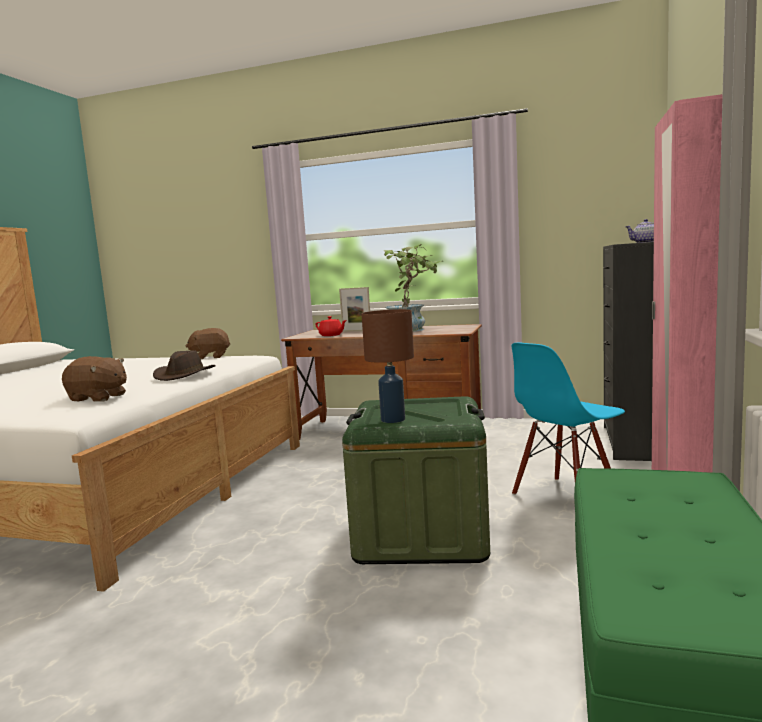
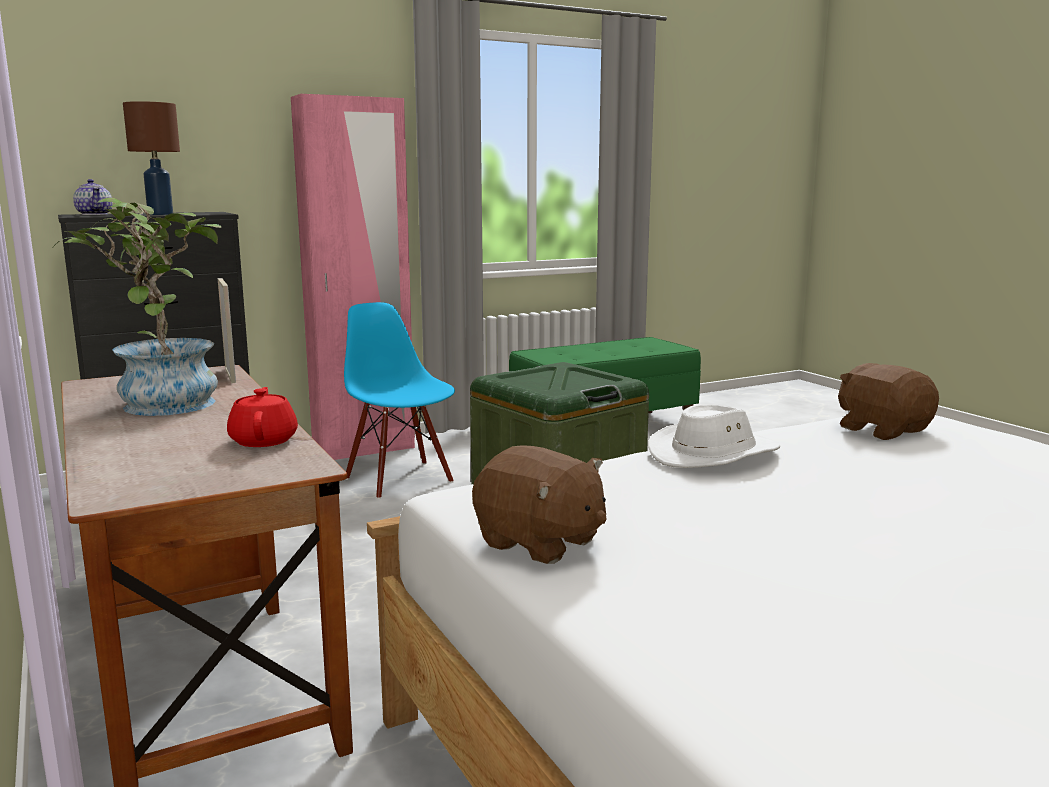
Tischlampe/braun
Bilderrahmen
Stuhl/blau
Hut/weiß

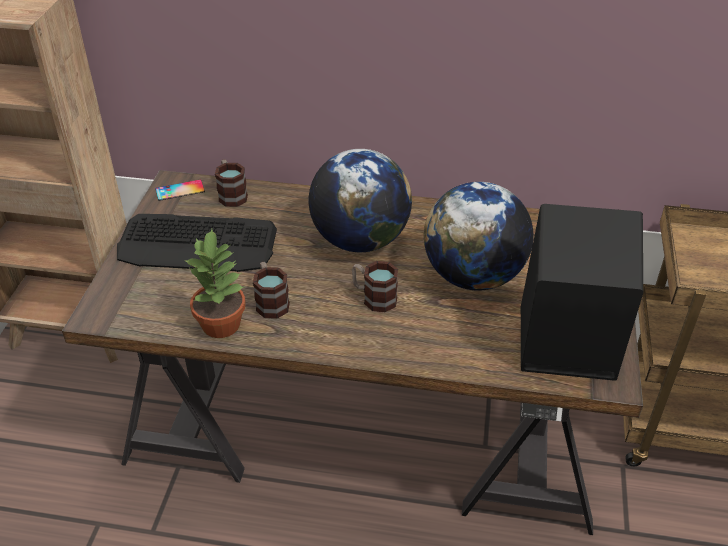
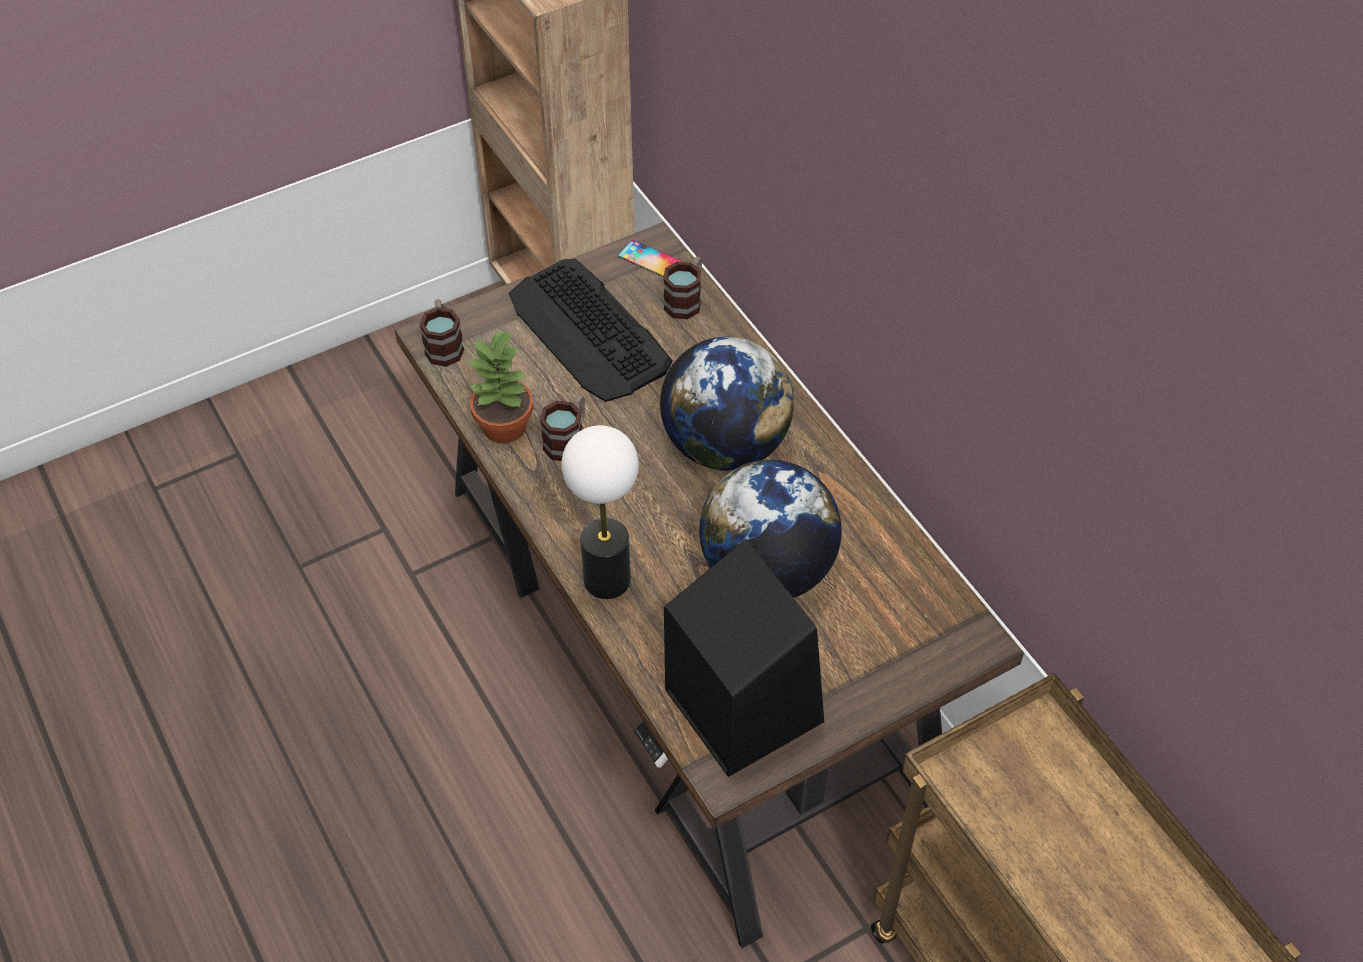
Henkelbecher (1st from left)
Tischlampe

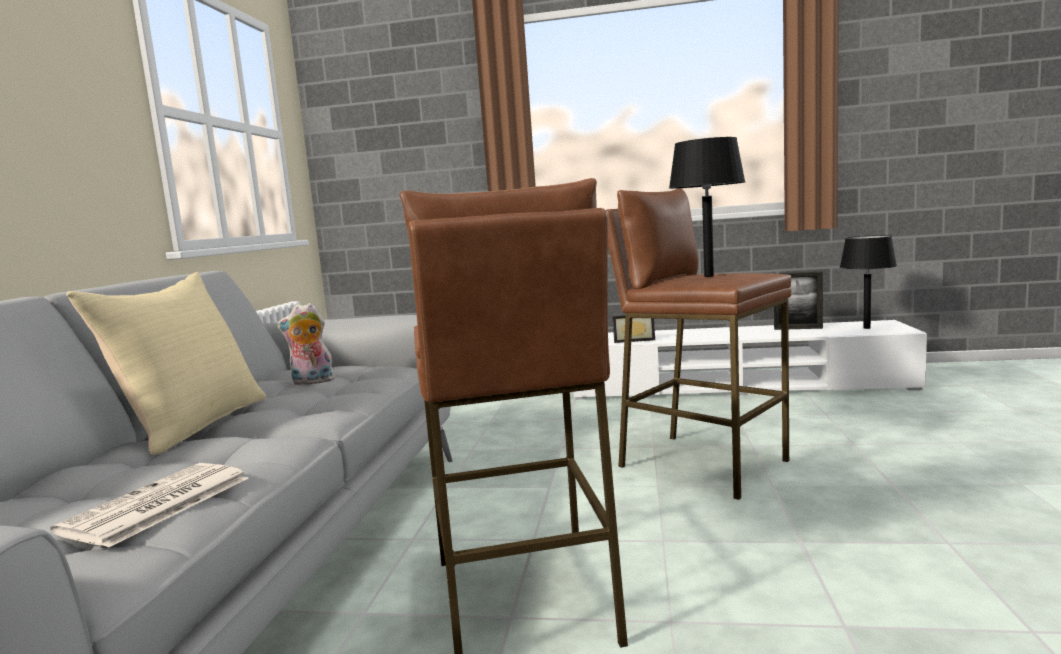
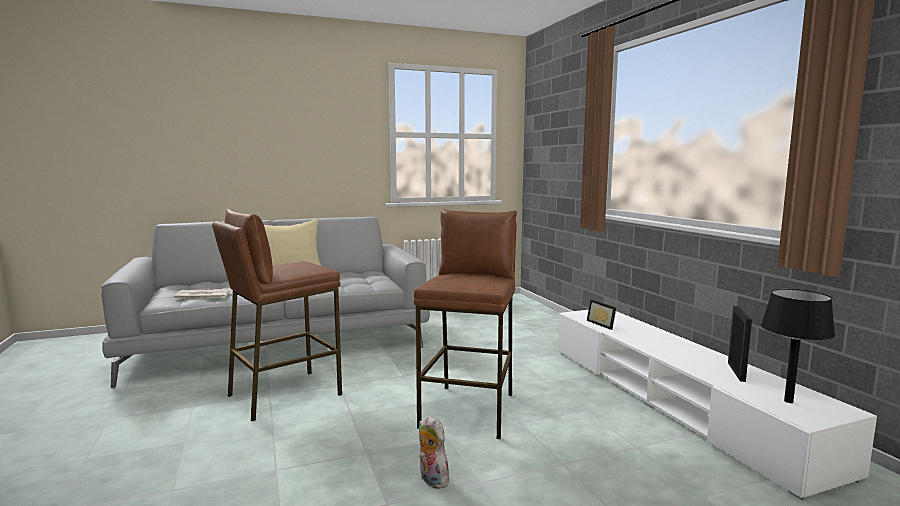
Plüschtier
Bilderrahmen (2nd from left)
Tischlampe/schwarz (1st from left in the first image)

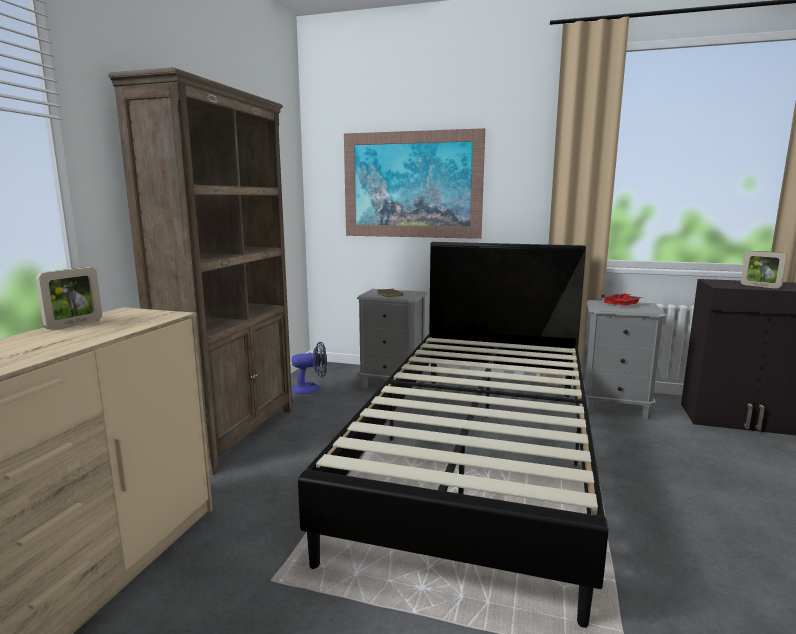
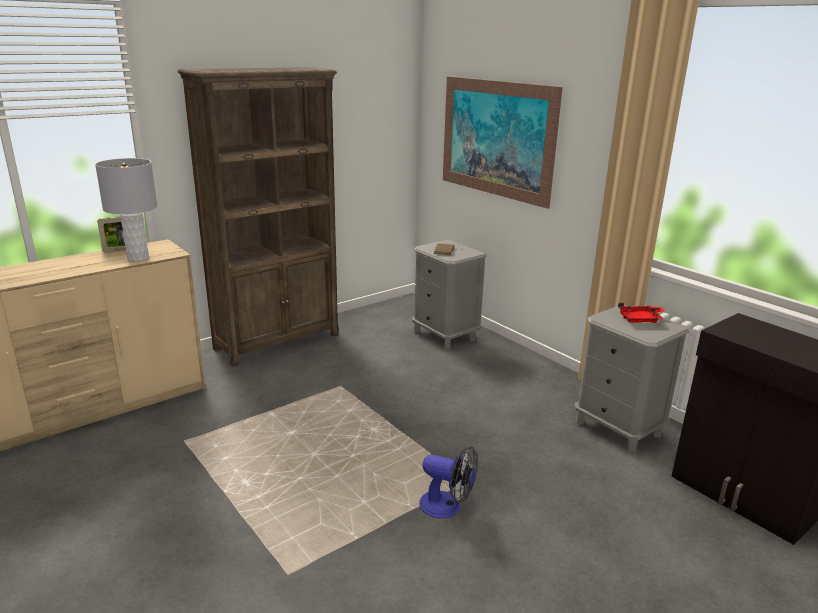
Tischlampe/grau
Ventilator
Bett/schwarz
Bilderrahmen (2nd from left in the first image)

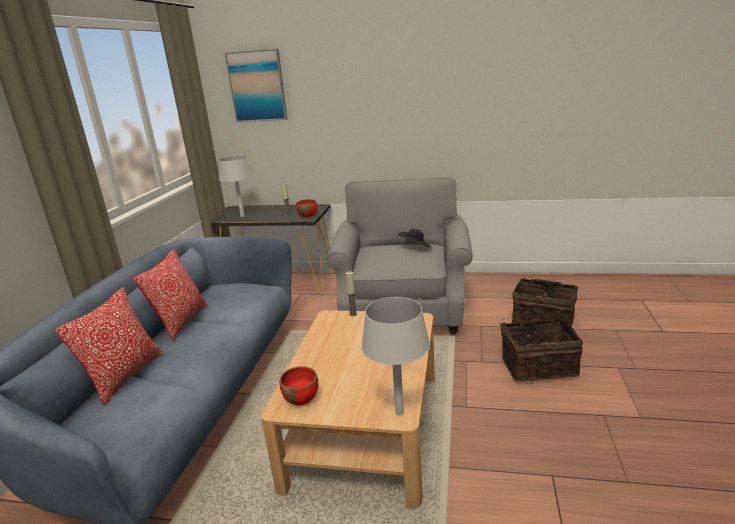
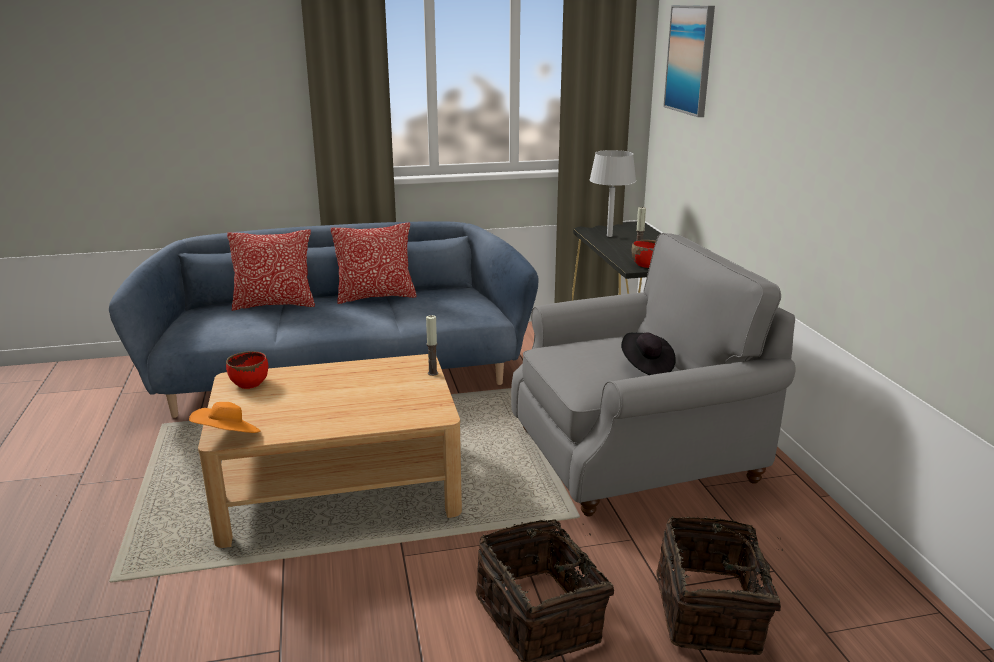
Hut/orange

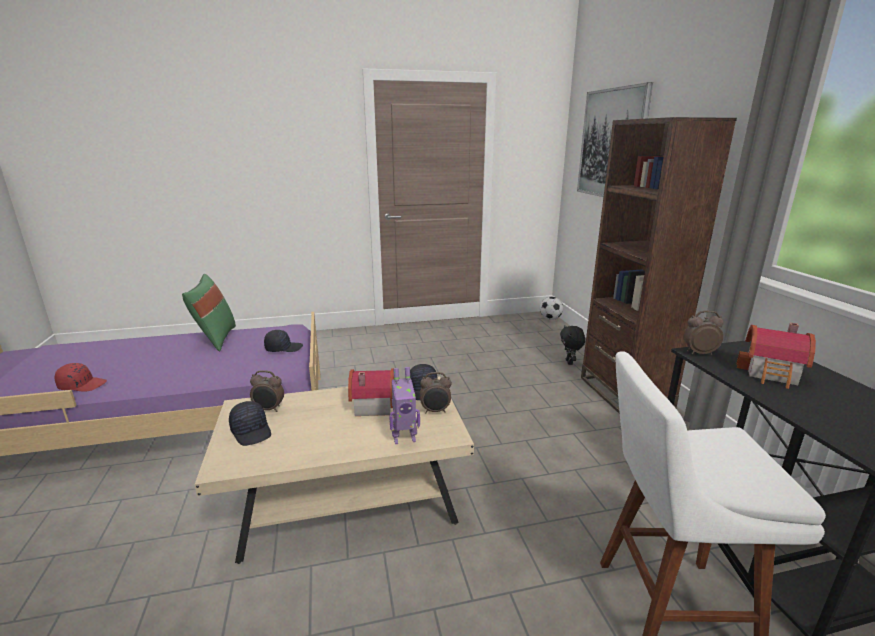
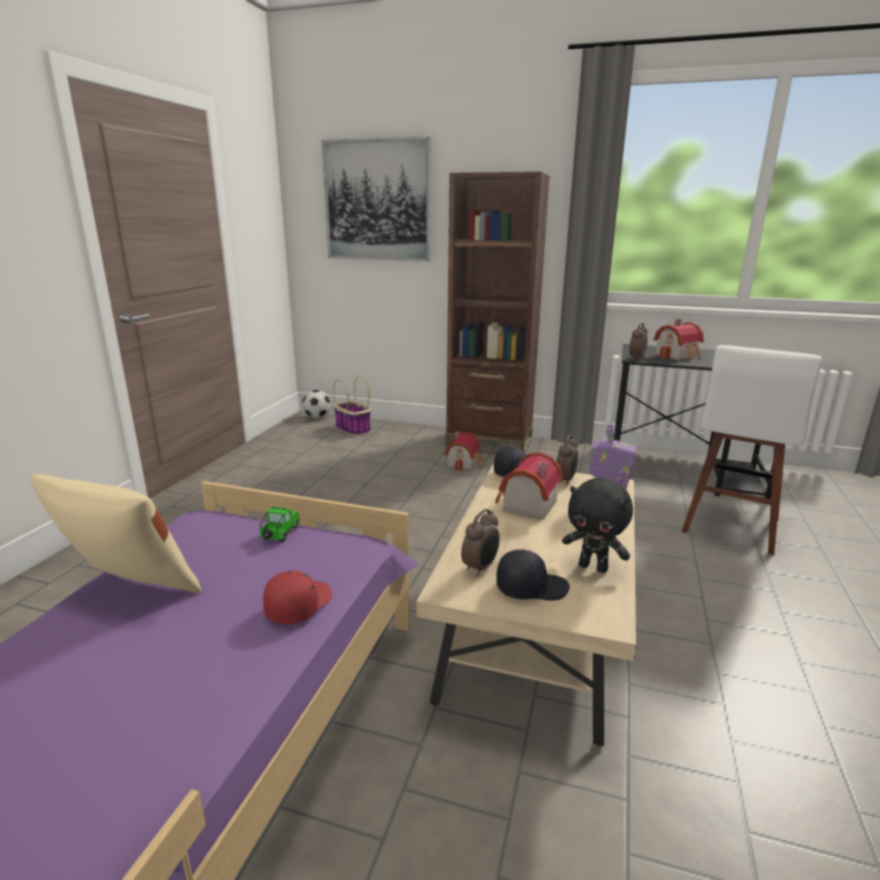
Kissen/beige
Spielzeugauto
Kappe/rot
Korb
Spielzeughaus (1st from left)
Plüschtier/schwarz

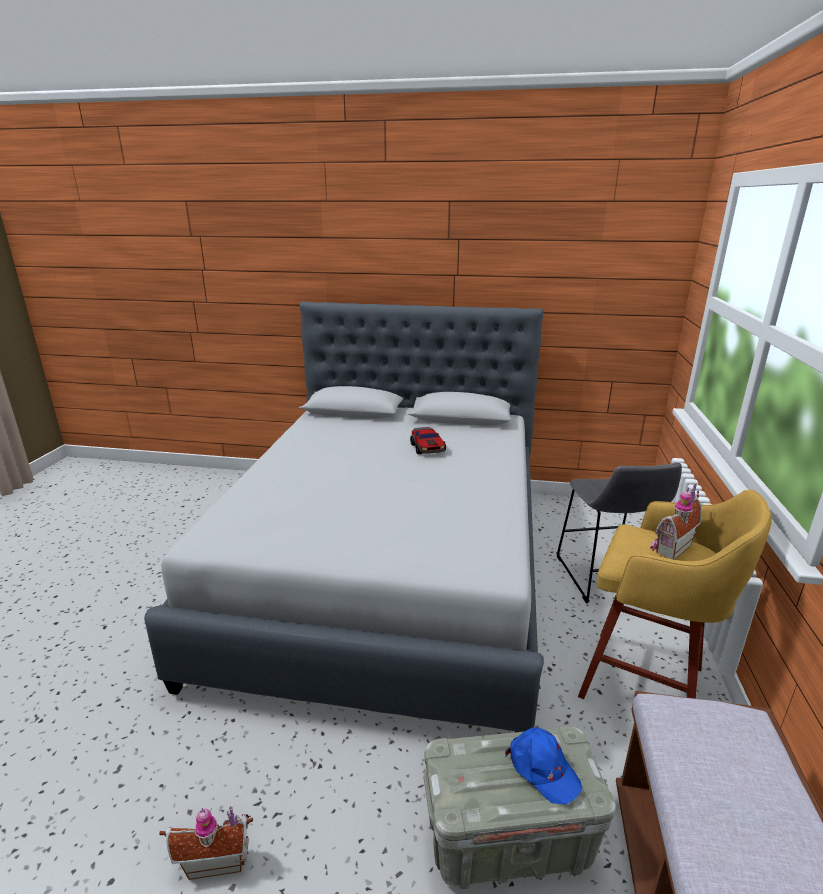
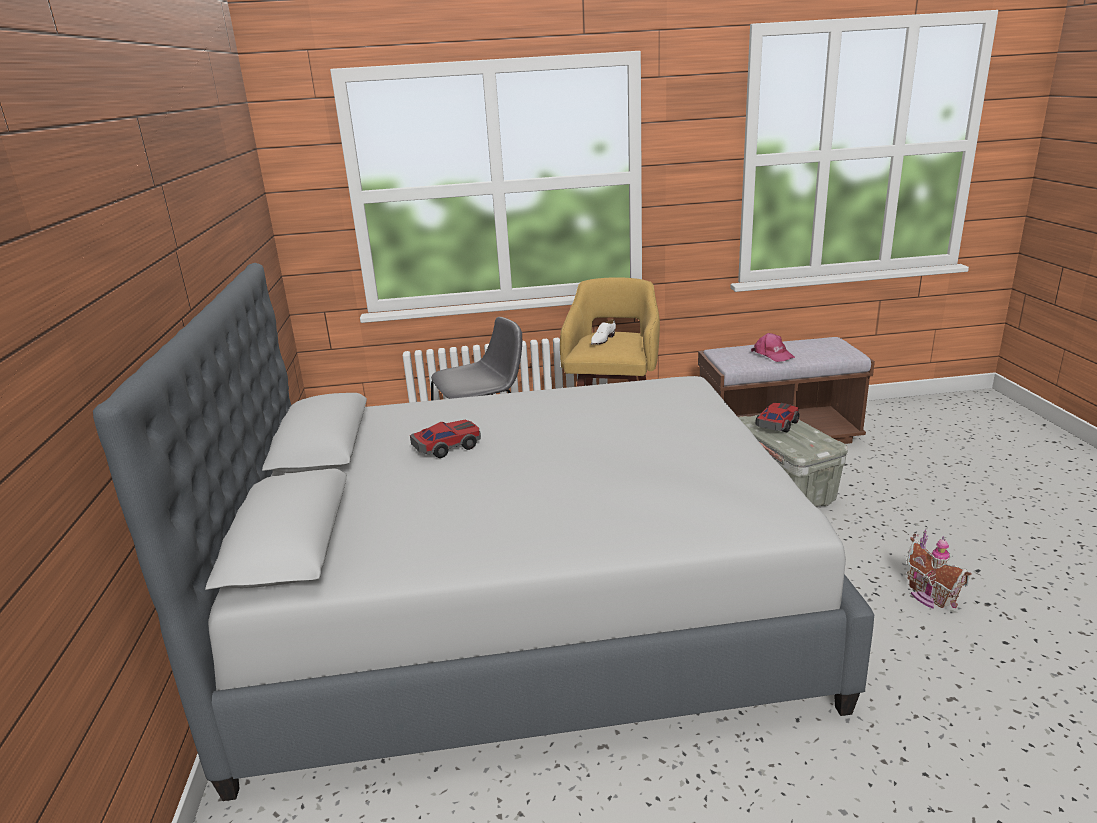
Schuh/weiß
Kappe/rosa
Spielzeugauto (2nd from left)

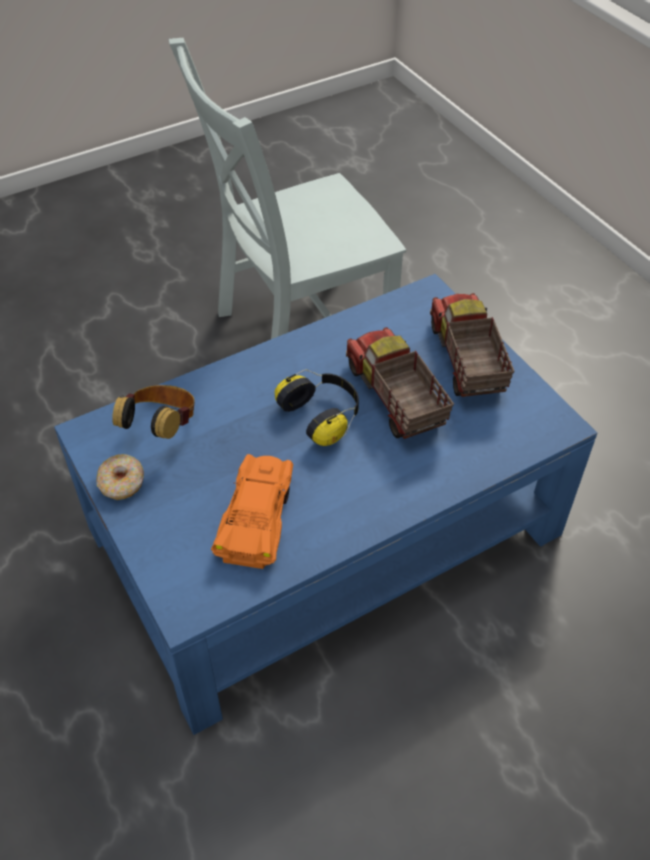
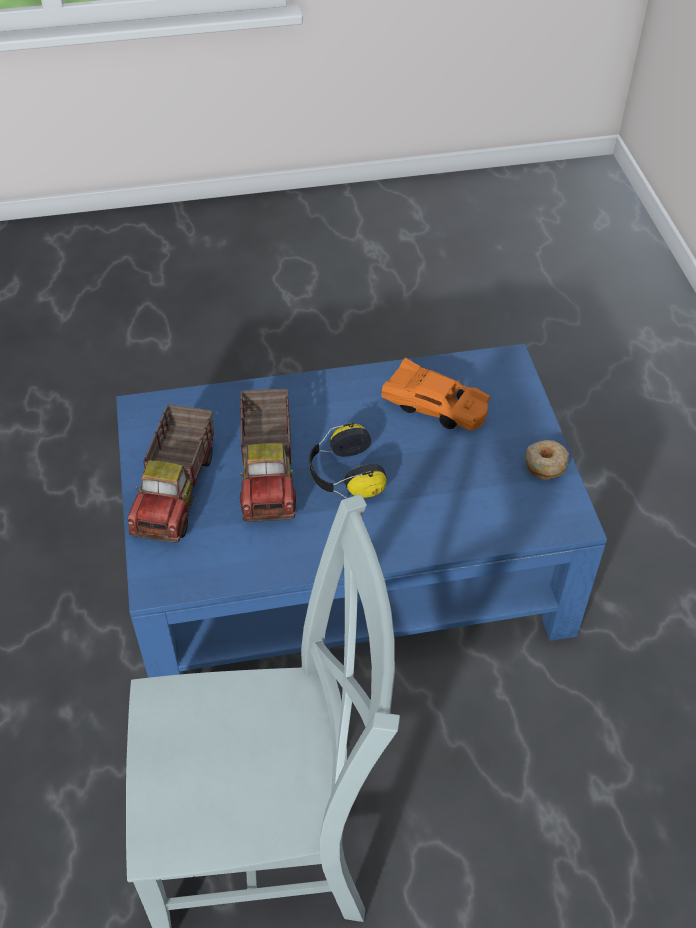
Spielzeugauto/orange
Kopfhörer (1st from left in the first image)

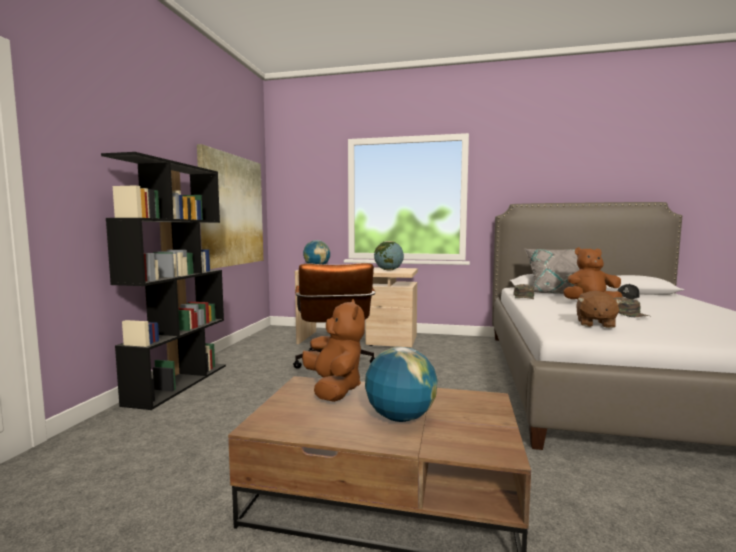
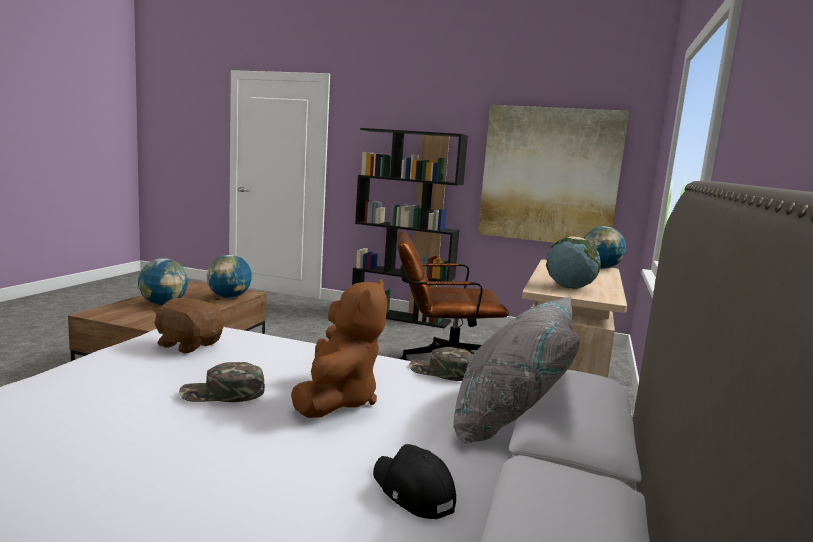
Globus (2nd from left)

